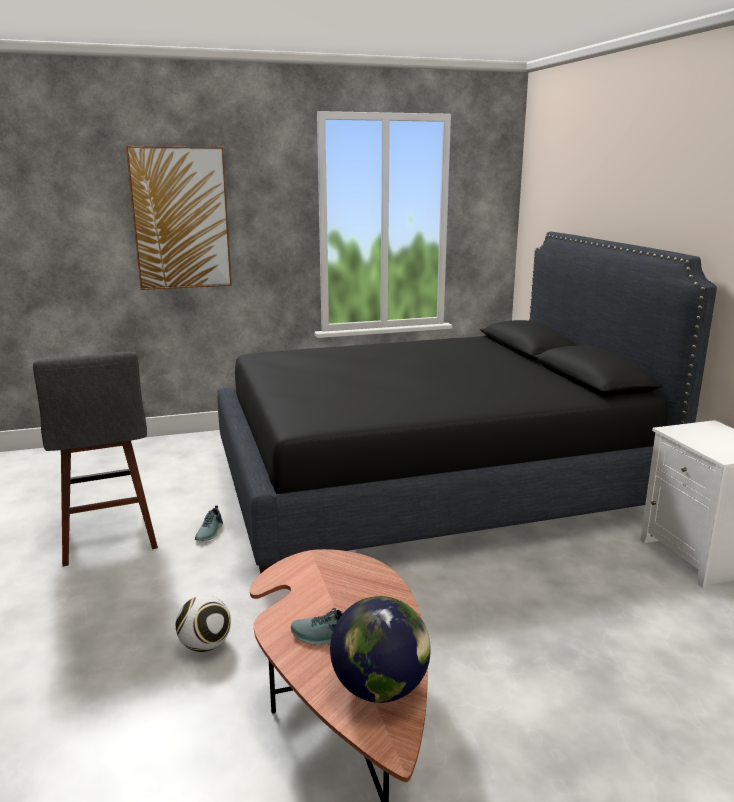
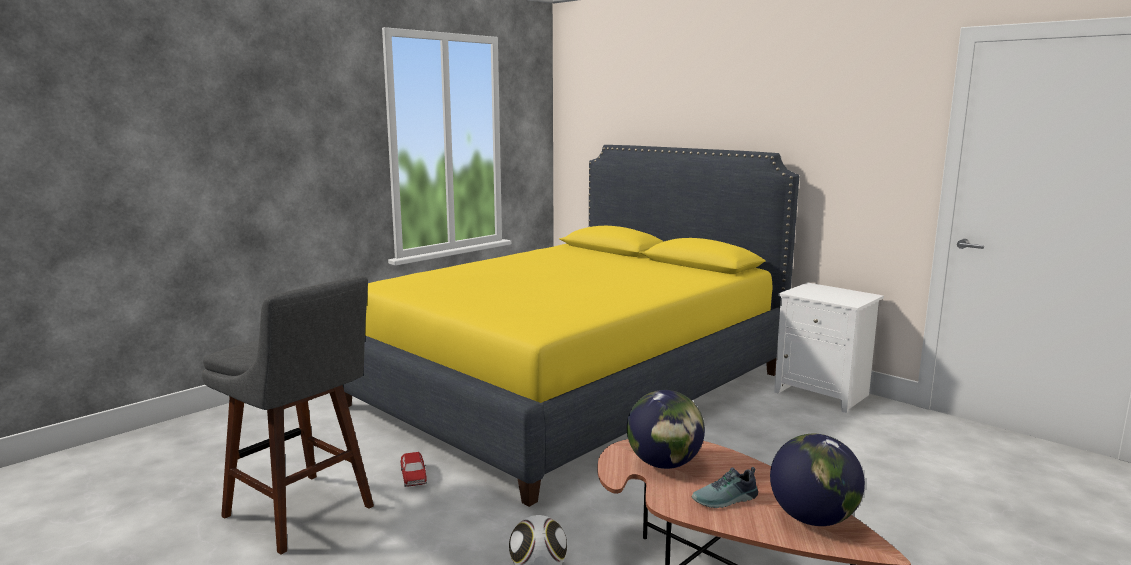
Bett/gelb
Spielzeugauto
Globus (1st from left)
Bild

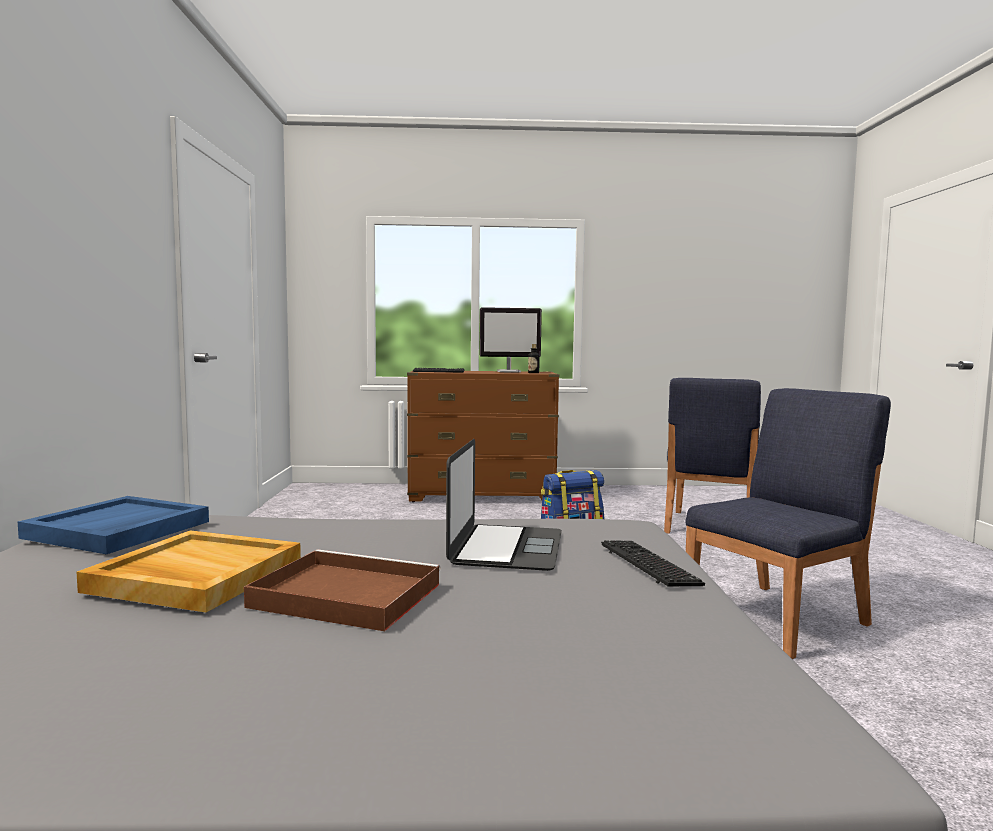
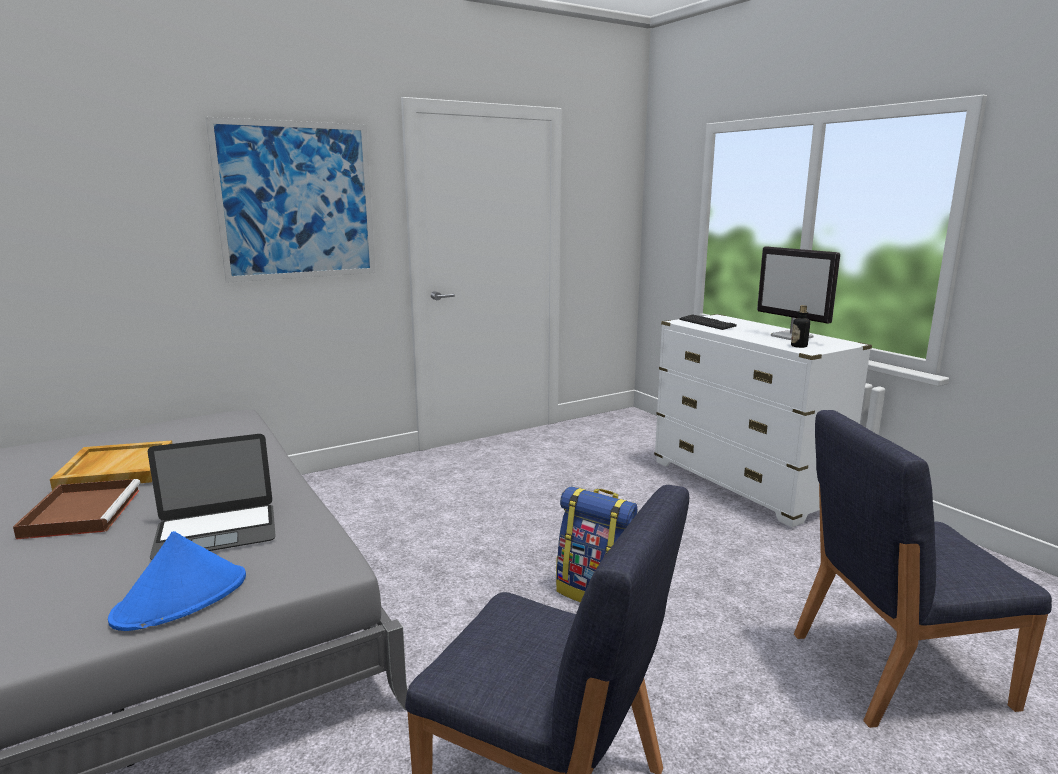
Hut/blau
Bild
Kommode/weiß
Tablett/blau

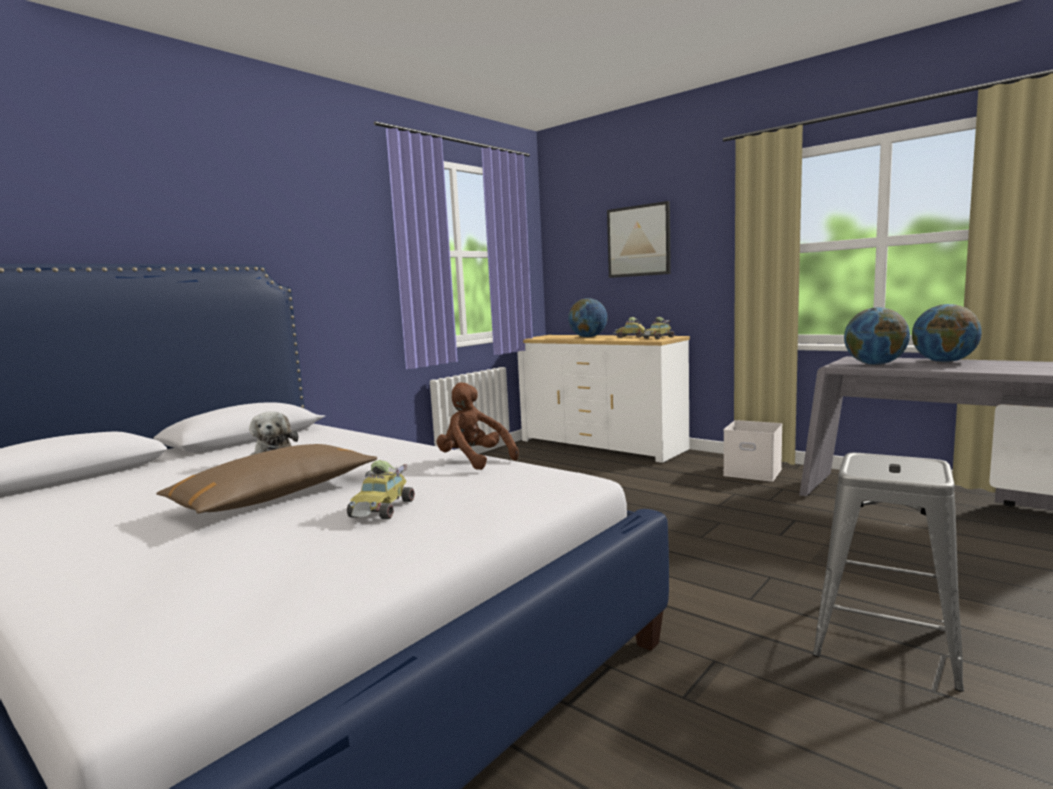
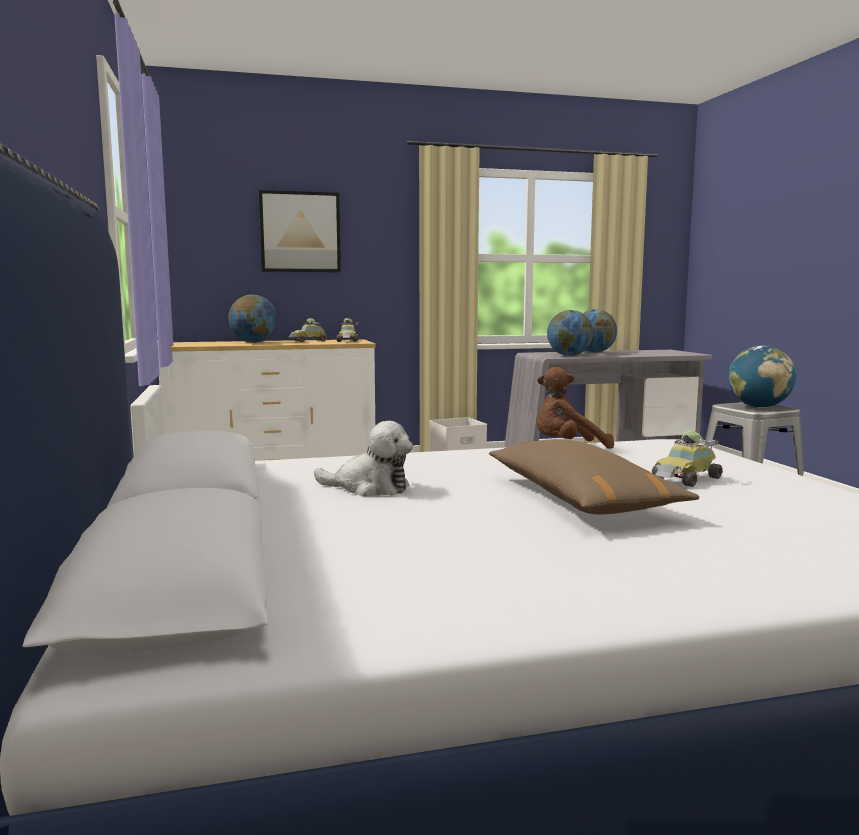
Spielzeugauto (3rd from left)
Globus (4th from left)

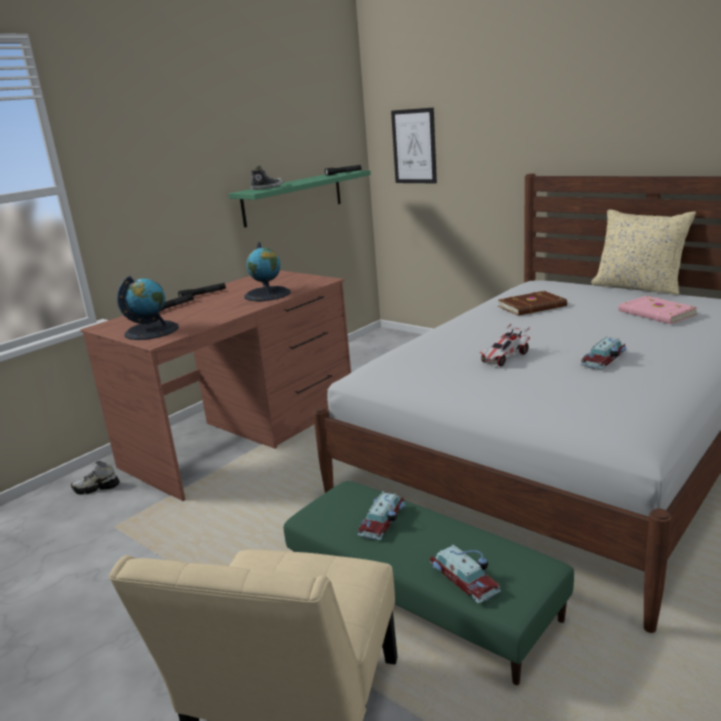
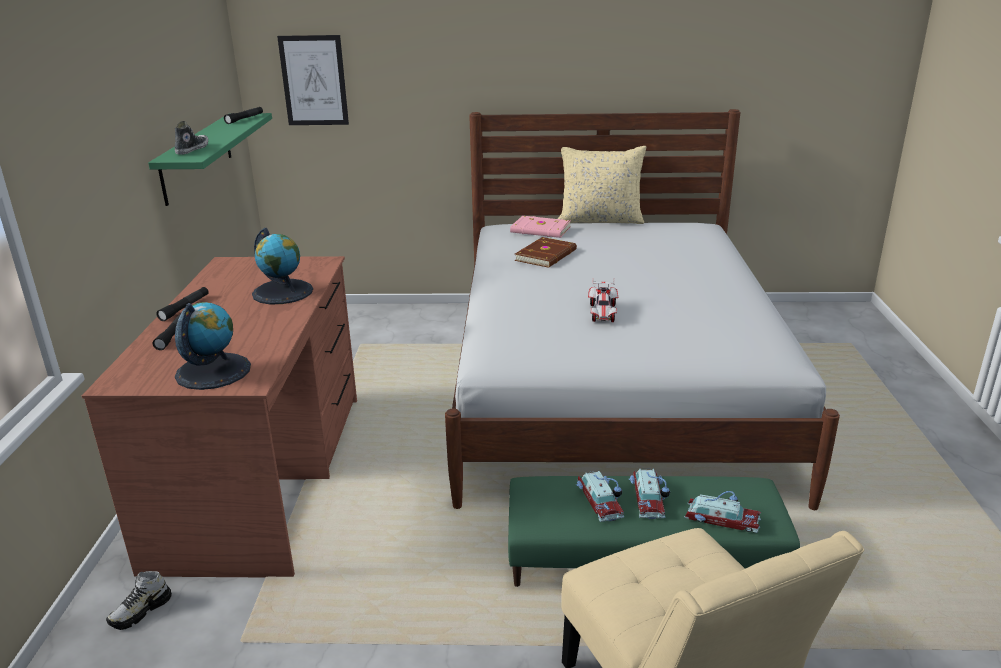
Buch/rosa
Spielzeugauto (3rd from left)

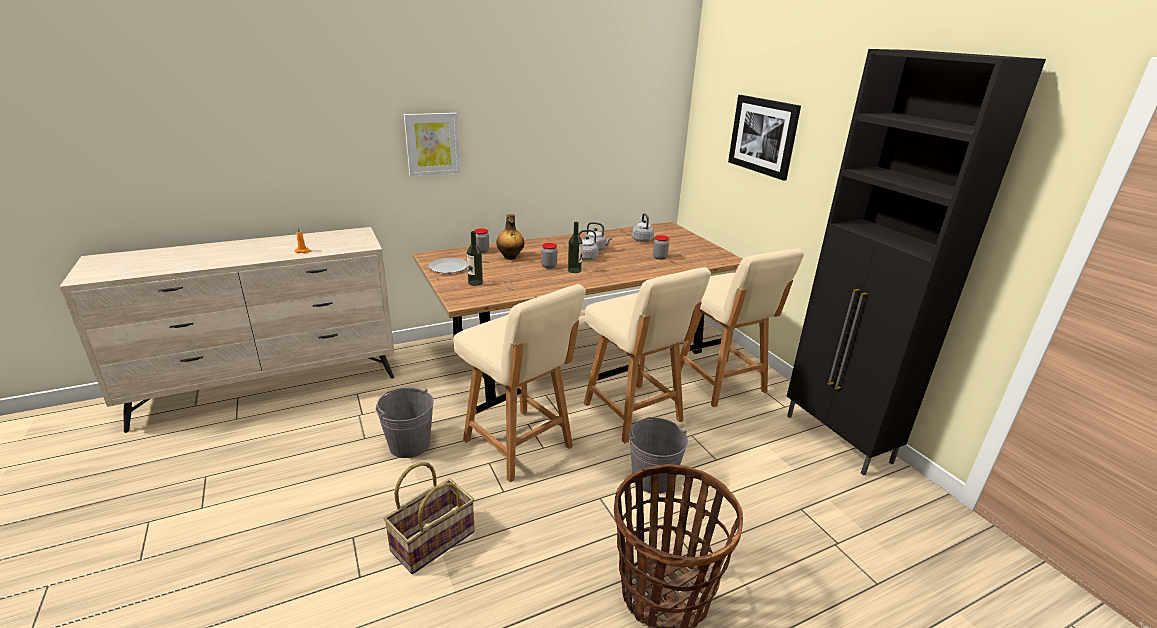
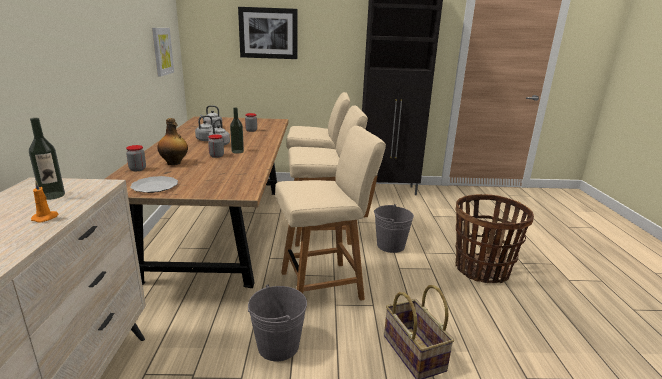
Flasche (1st from left)
Bild (1st from left)

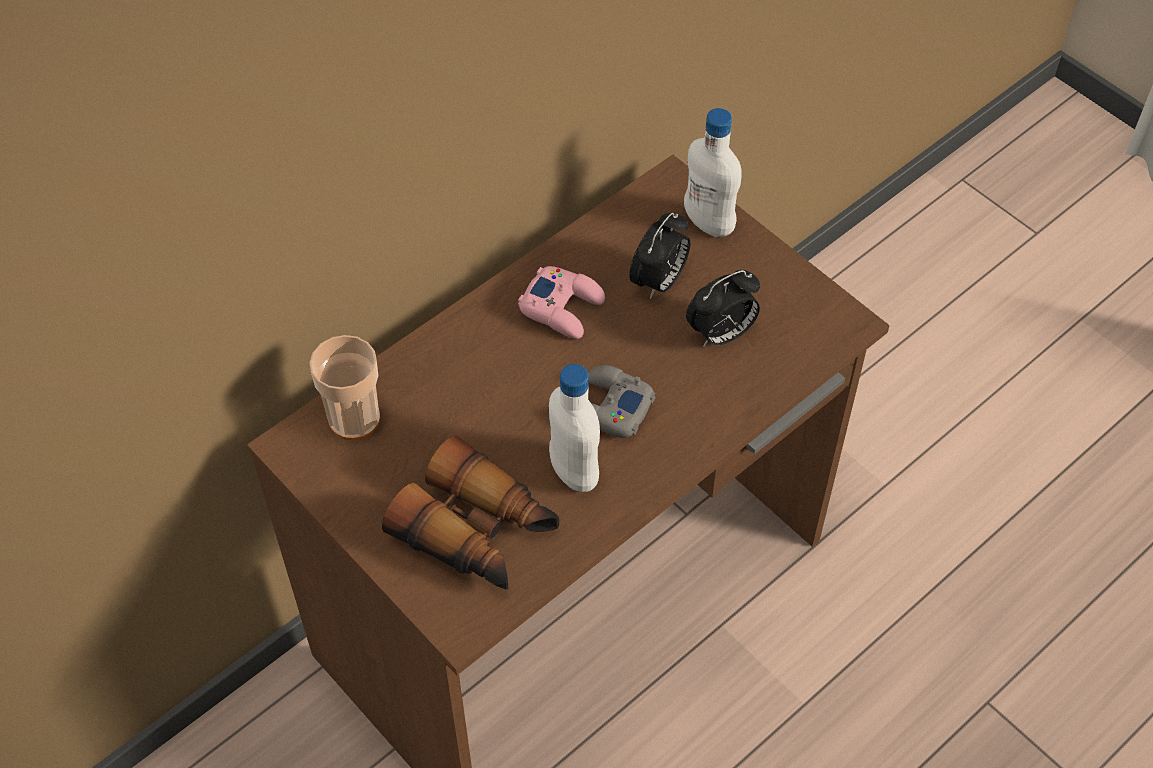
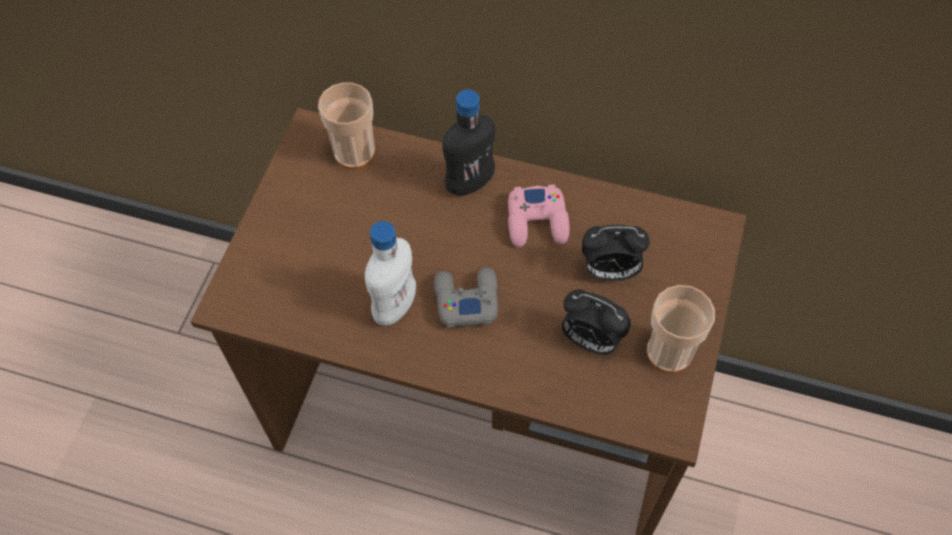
Flasche/schwarz
Tasse (2nd from left)
Fernglas
Flasche/weiß (2nd from left in the first image)

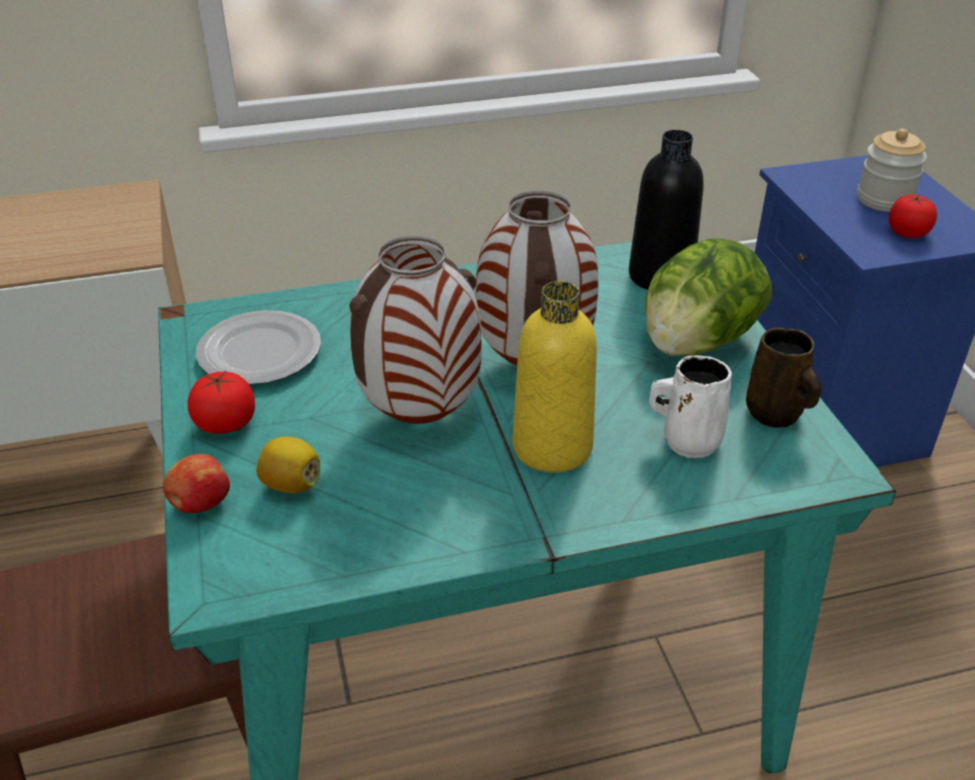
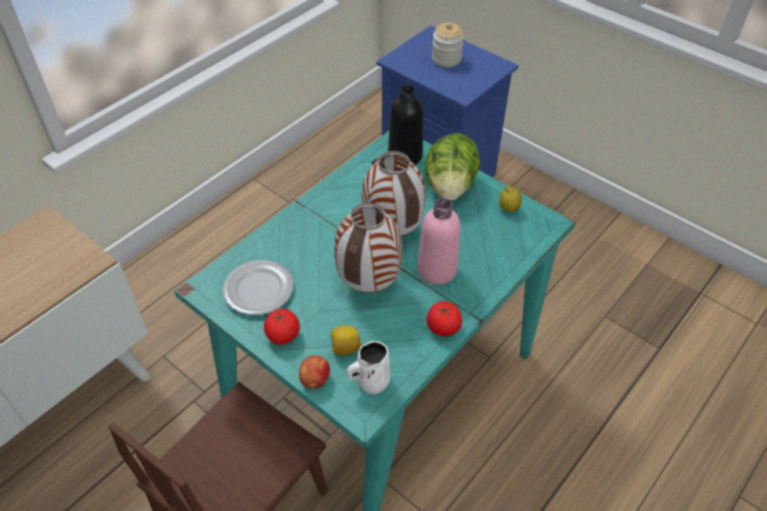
Henkelbecher/weiß
Flasche/rosa
Tomate (2nd from left)
Zitrone (2nd from left)

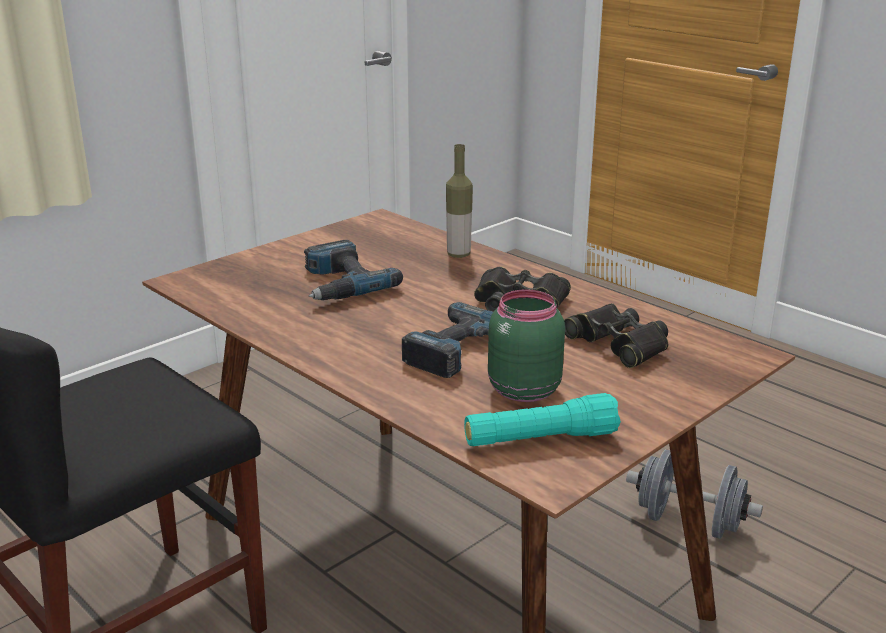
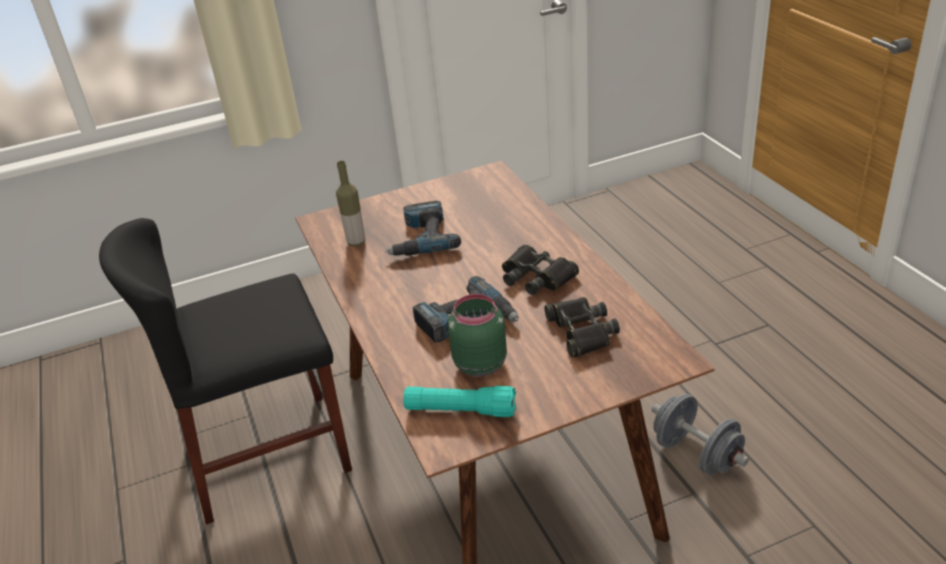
Flasche

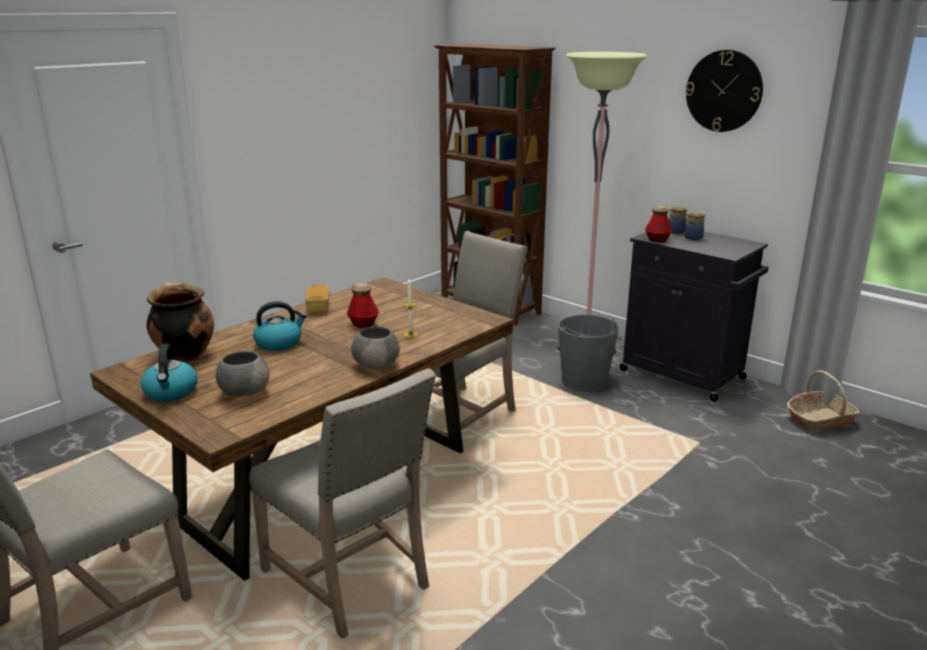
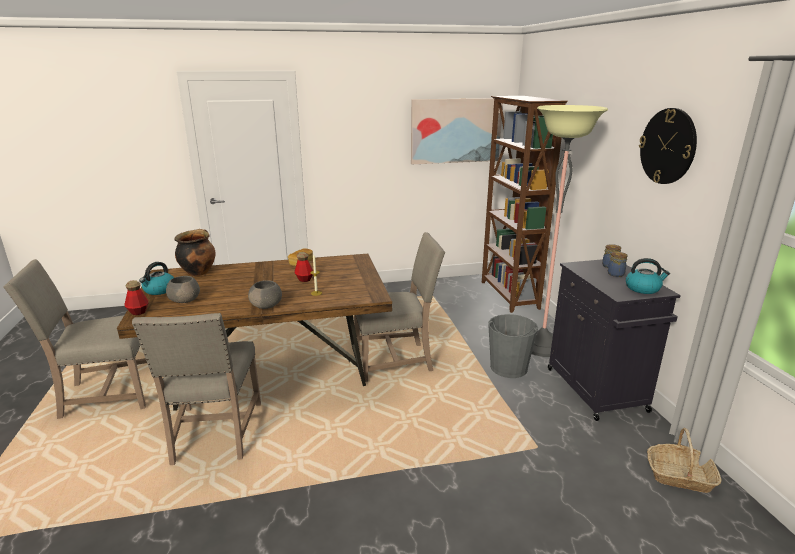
Flasche (1st from left)
Bild
Wasserkessel (2nd from left)

